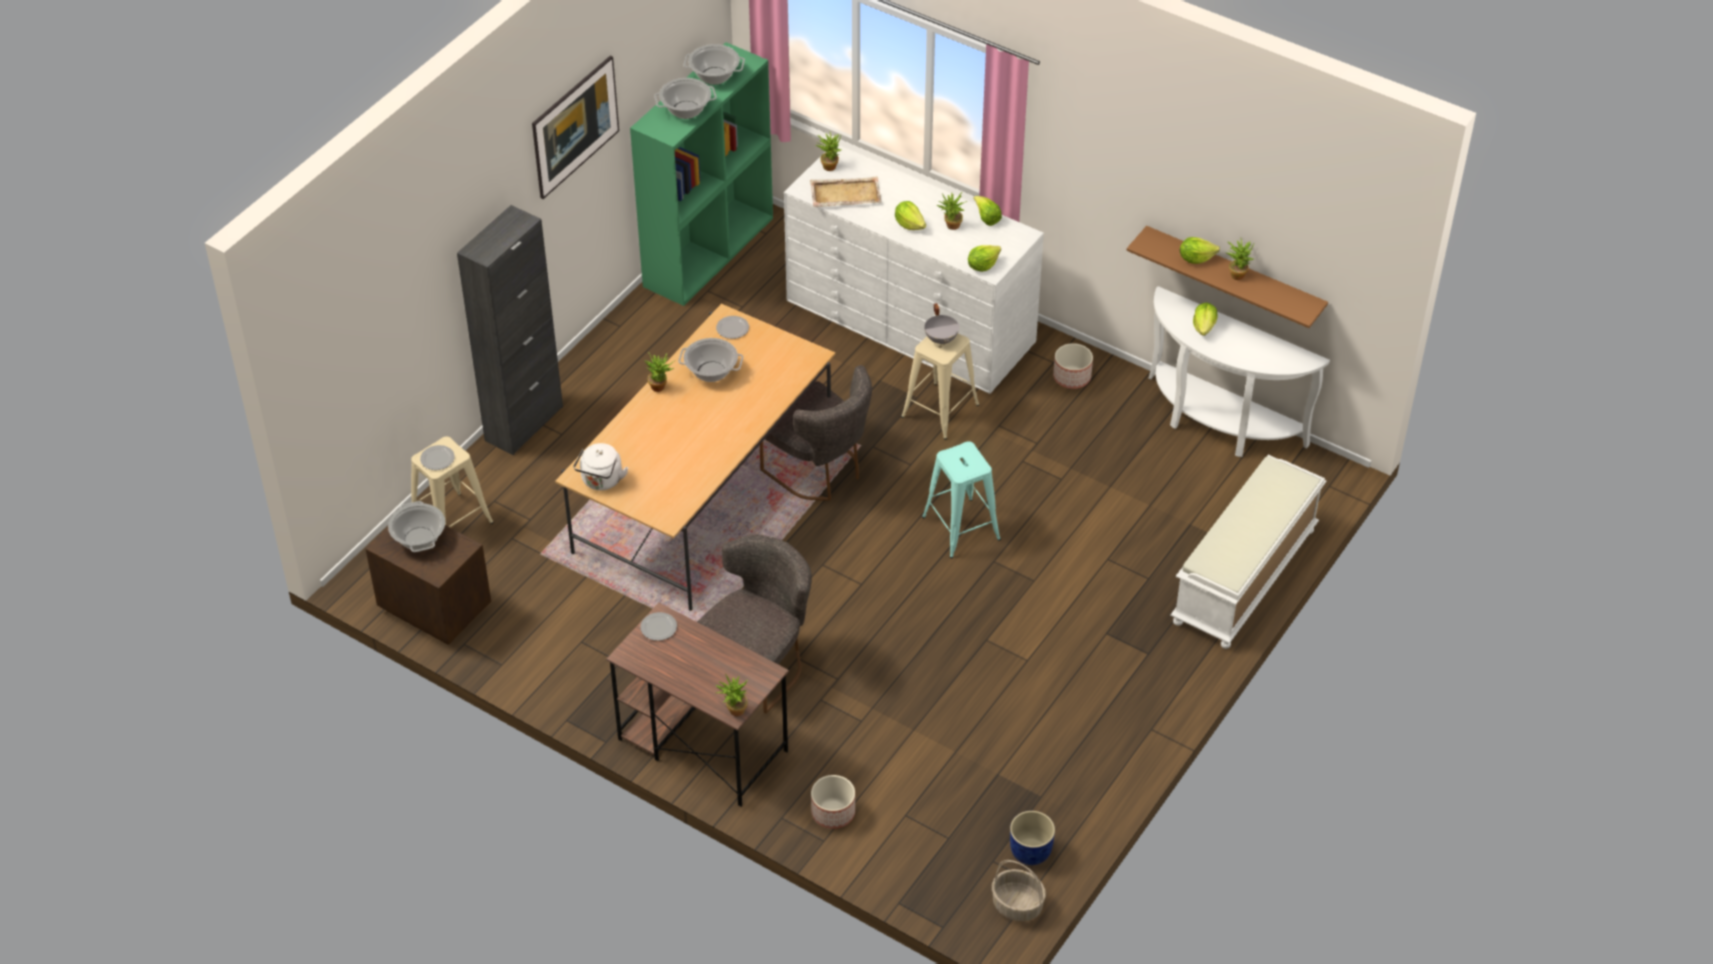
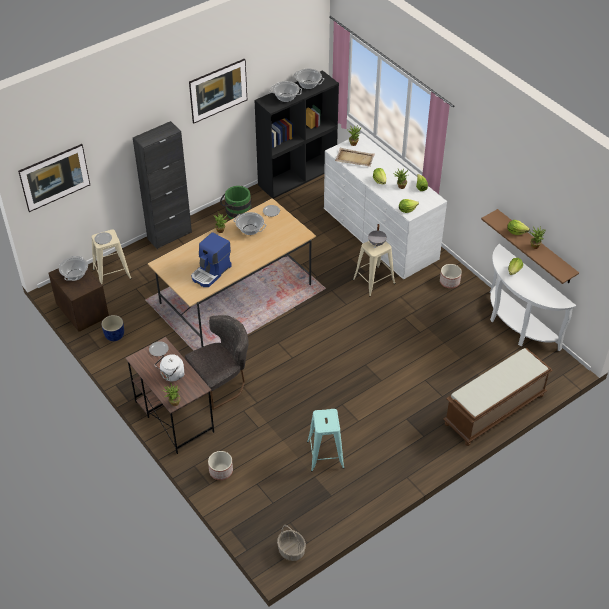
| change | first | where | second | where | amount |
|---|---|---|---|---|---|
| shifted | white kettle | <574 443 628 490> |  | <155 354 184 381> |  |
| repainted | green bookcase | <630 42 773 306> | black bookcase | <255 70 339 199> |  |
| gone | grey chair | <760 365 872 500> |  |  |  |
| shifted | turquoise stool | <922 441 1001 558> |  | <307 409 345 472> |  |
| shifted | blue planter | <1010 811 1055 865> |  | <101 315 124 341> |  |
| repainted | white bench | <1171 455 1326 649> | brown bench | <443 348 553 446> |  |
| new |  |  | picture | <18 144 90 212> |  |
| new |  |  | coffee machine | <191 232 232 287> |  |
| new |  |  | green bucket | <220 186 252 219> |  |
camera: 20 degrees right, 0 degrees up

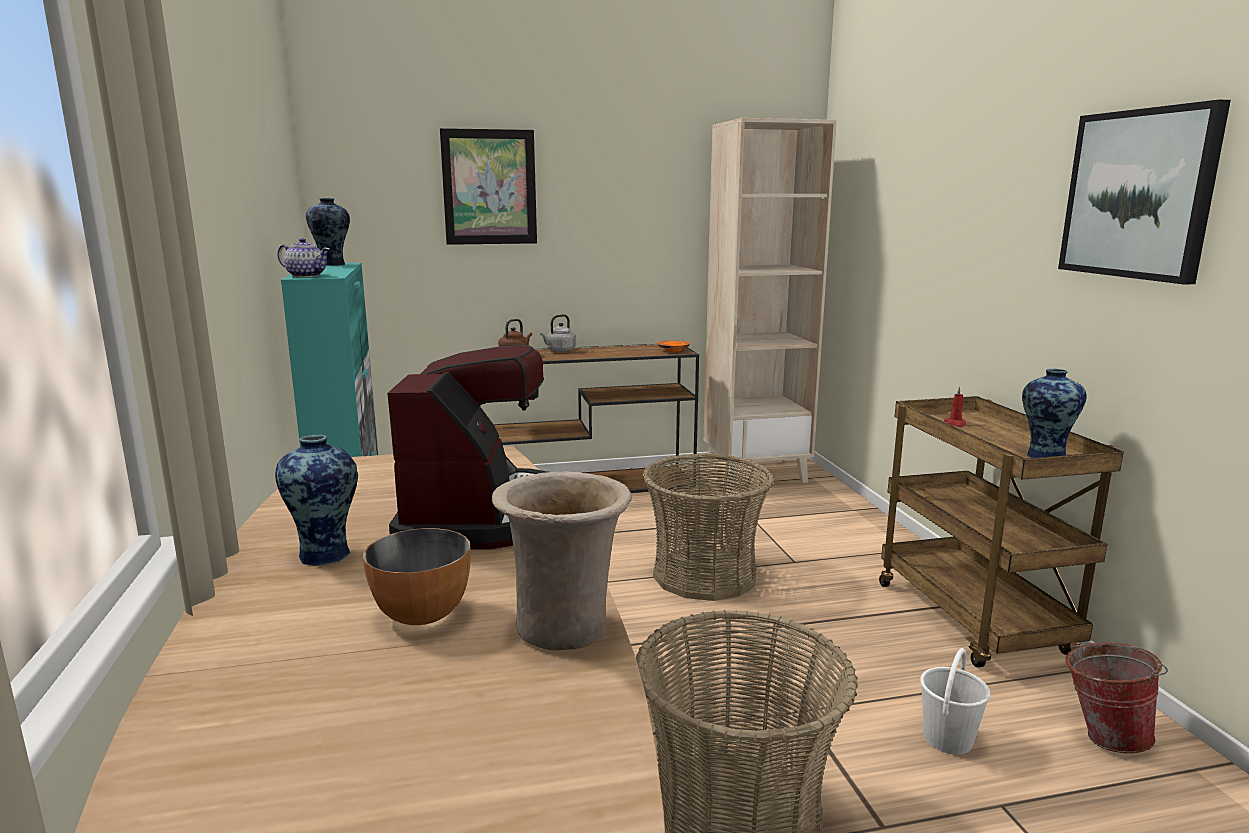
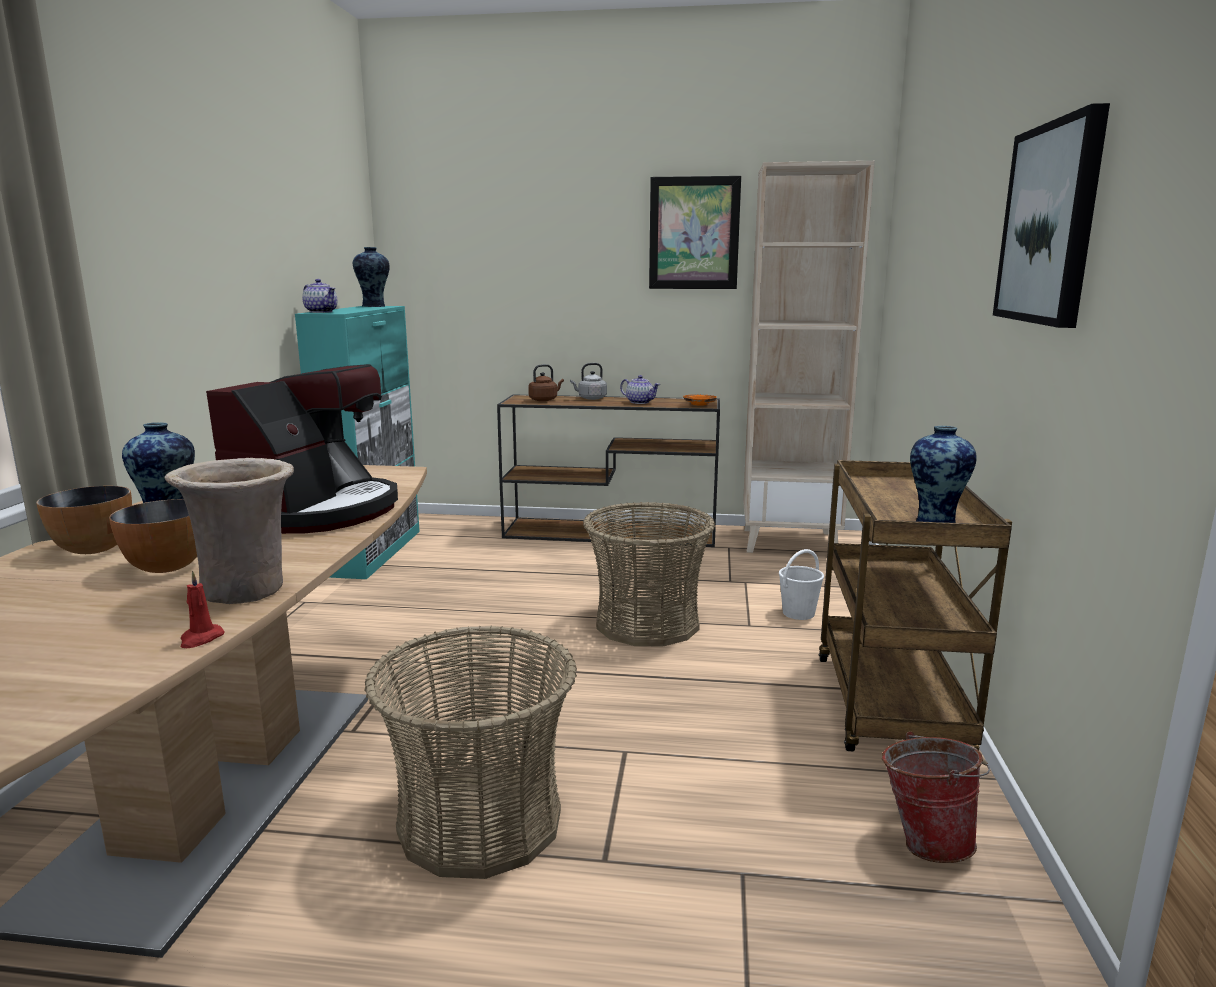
| change | first | where | second | where | amount |
|---|---|---|---|---|---|
| shifted | picture | <440 128 537 245> |  | <649 176 741 289> |  |
| shifted | white bucket | <920 648 990 755> |  | <779 549 824 620> |  |
| shifted | red candle | <944 386 966 427> |  | <180 571 224 648> |  |
| new |  |  | bowl | <36 486 132 554> |  |
| new |  |  | teapot | <620 375 660 404> |  |
camera: 20 degrees right, 0 degrees up

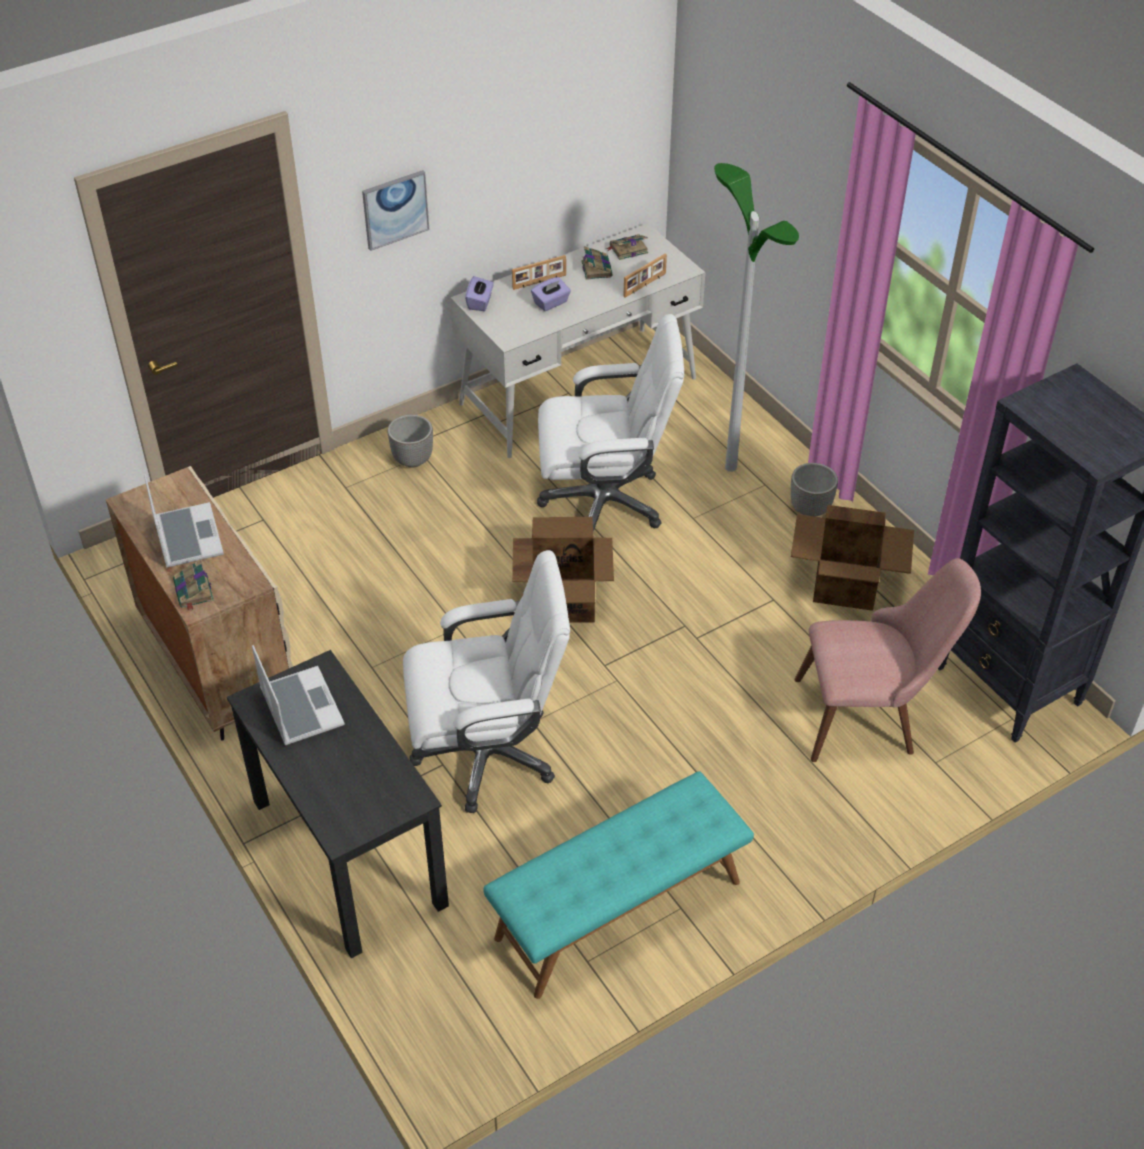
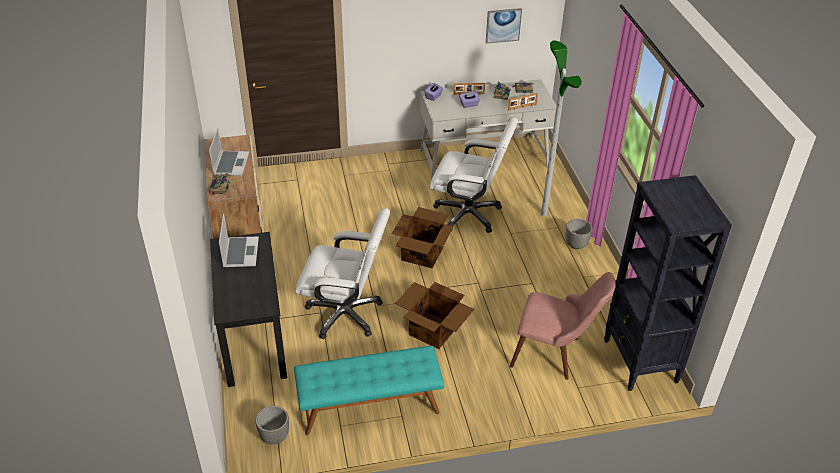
| change | first | where | second | where | amount |
|---|---|---|---|---|---|
| shifted | picture | <362 170 429 251> |  | <486 8 522 44> |  |
| shifted | planter | <388 415 433 467> |  | <256 406 289 444> |  |
| shifted | cardboard box | <791 505 914 611> |  | <395 282 474 349> |  |
camera: 20 degrees right, 5 degrees down

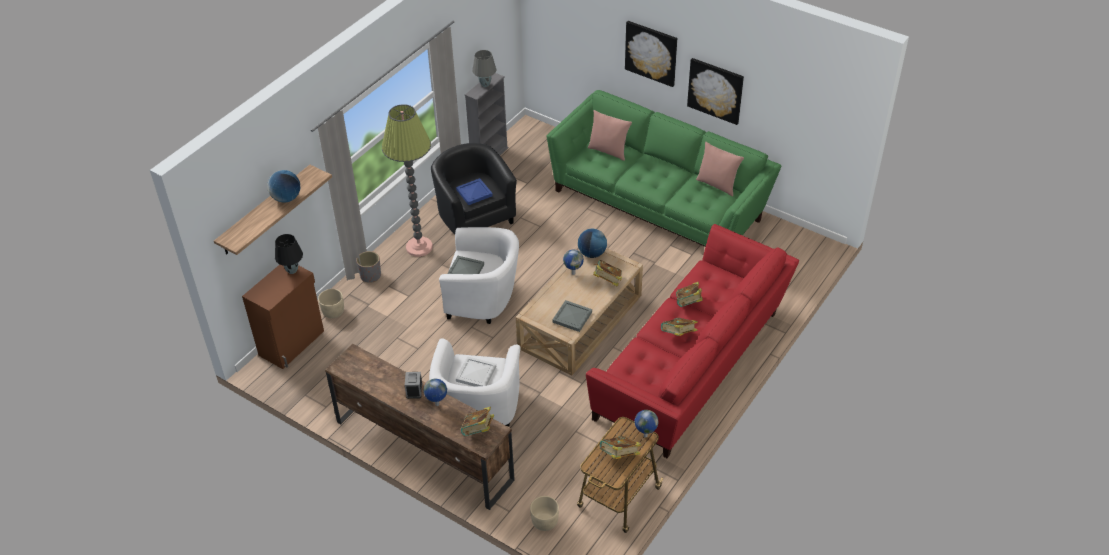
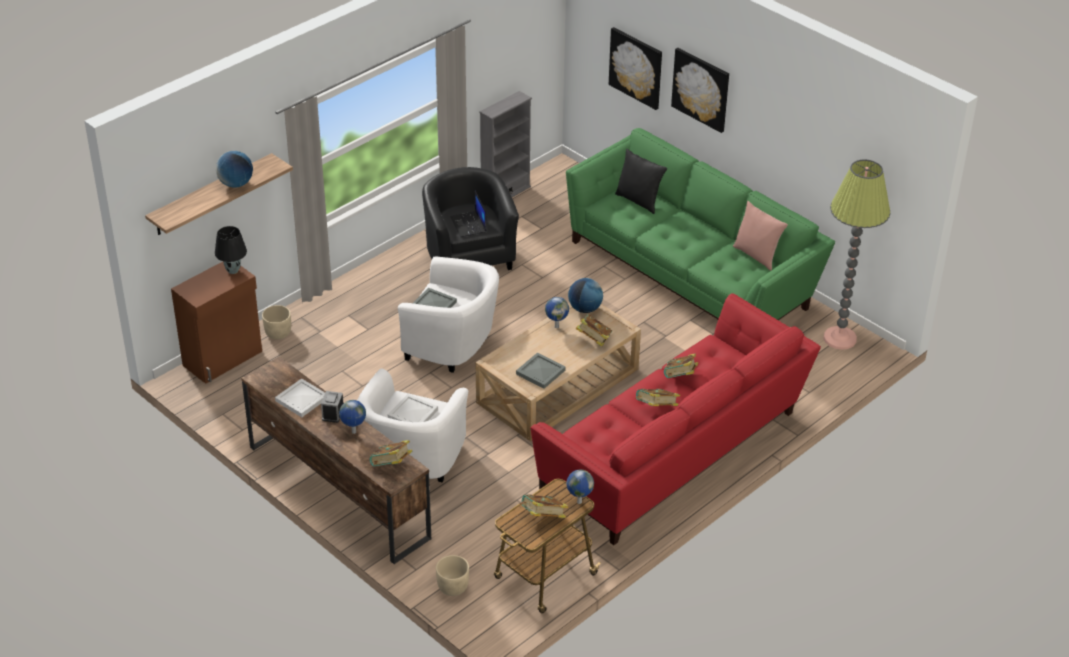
| change | first | where | second | where | amount |
|---|---|---|---|---|---|
| gone | grey planter | <356 251 381 283> |  |  |  |
| shifted | floor lamp | <382 104 433 257> |  | <823 160 890 350> |  |
| swapped | blue tray | <456 178 493 205> | laptop | <450 191 487 237> |  |
| gone | grey table lamp | <472 50 496 87> |  |  |  |
| repainted | pink pillow | <588 110 632 161> | black pillow | <615 148 667 214> |  |
| shifted | picture | <687 58 744 125> |  | <609 27 662 110> |  |
| new |  |  | white tray | <275 378 325 417> |  |
camera: 10 degrees right, 5 degrees down

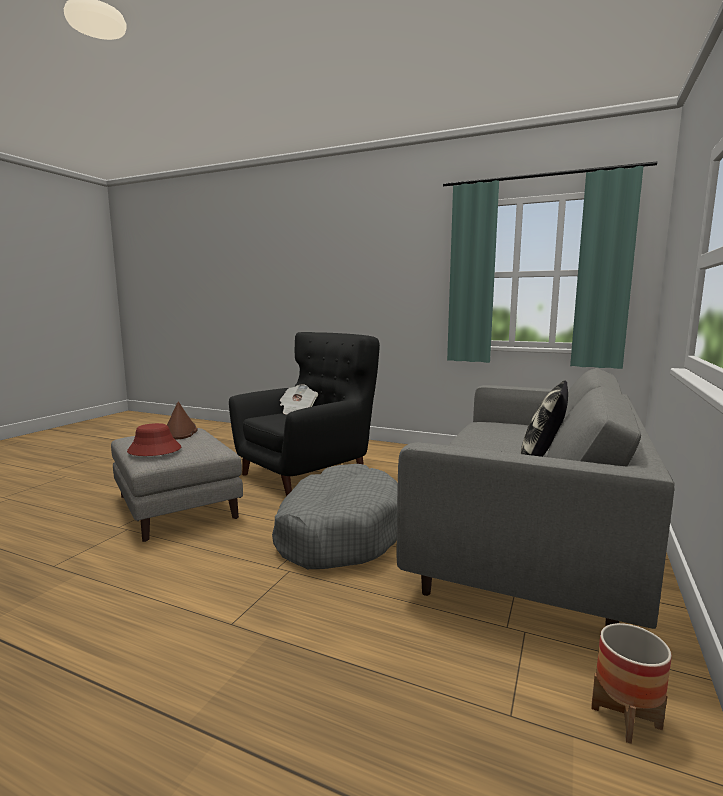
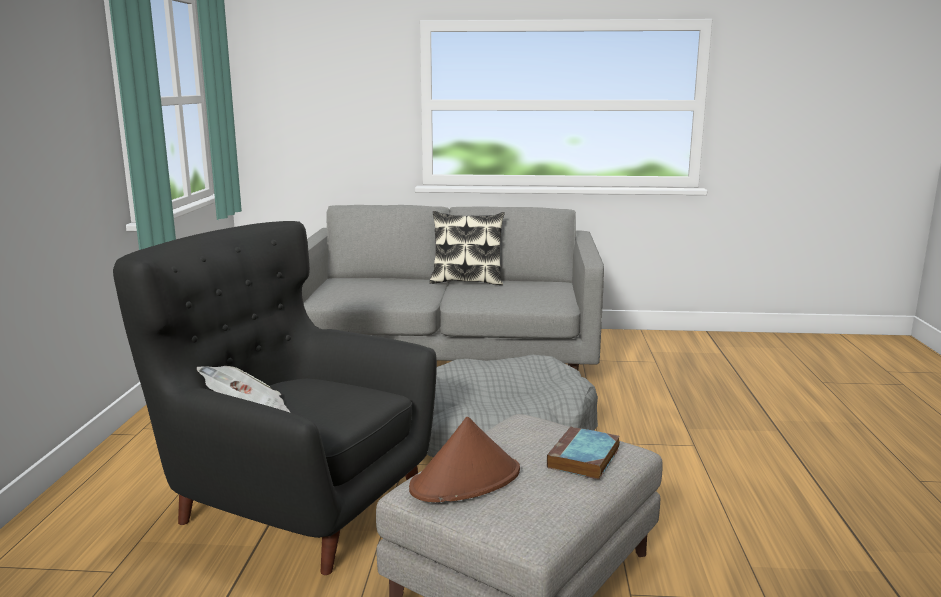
| change | first | where | second | where | amount |
|---|---|---|---|---|---|
| swapped | red hat | <127 423 181 456> | book | <547 426 620 480> |  |
| gone | planter | <591 623 672 744> |  |  |  |
camera: 110 degrees left, 5 degrees up

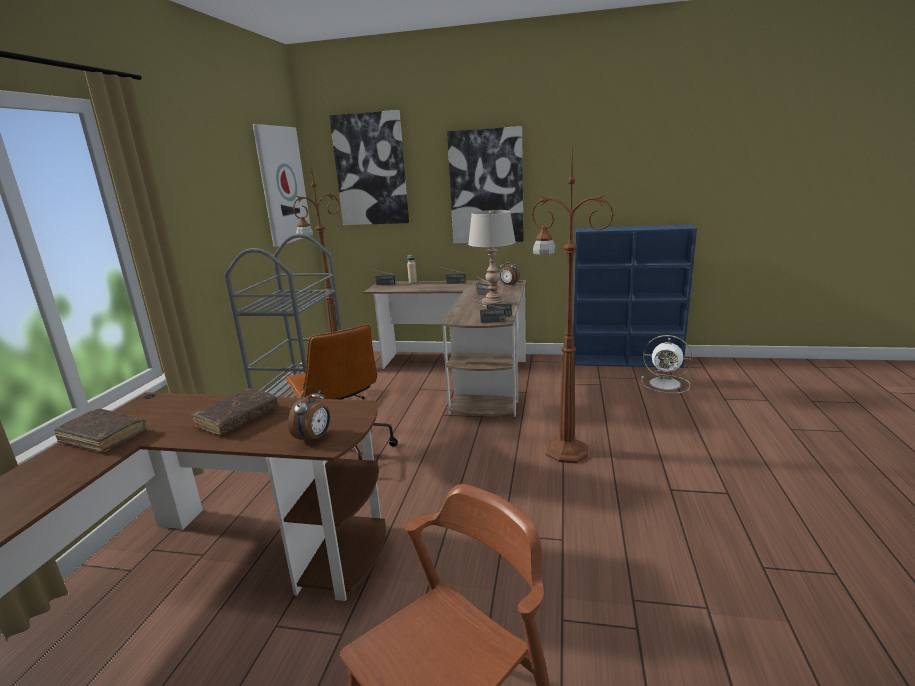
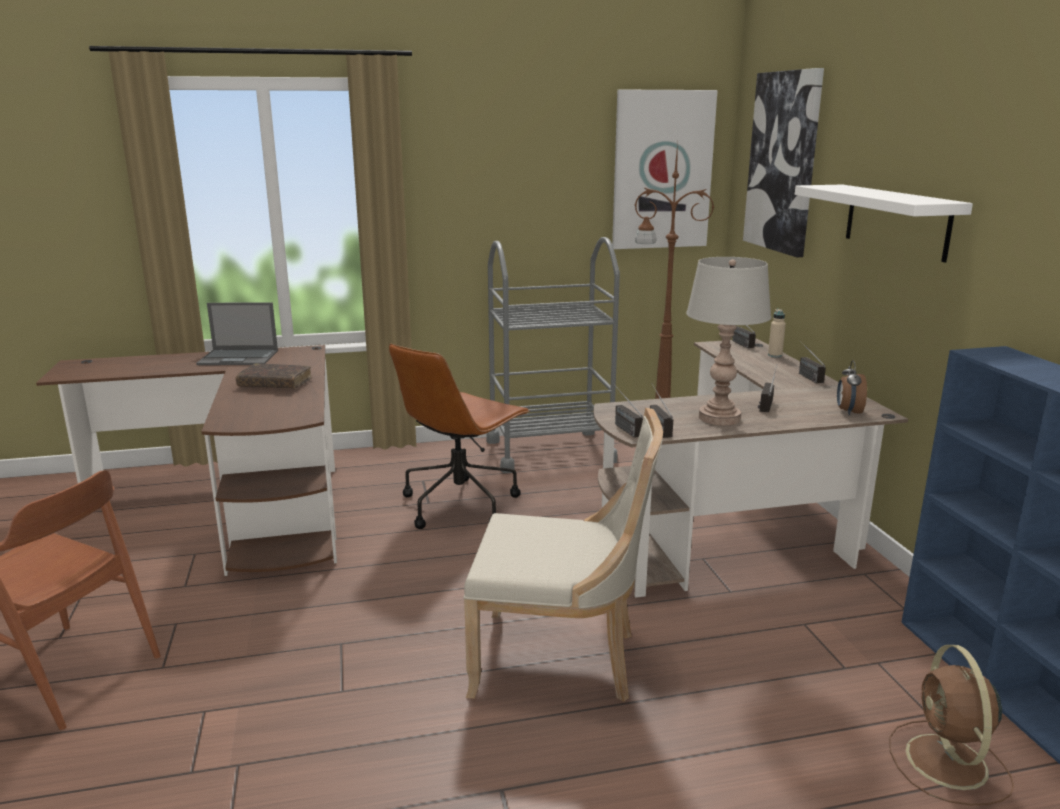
| change | first | where | second | where | amount |
|---|---|---|---|---|---|
| swapped | brown book | <54 408 146 453> | laptop | <196 302 278 365> |  |
| gone | alarm clock | <288 385 330 444> |  |  |  |
| swapped | picture | <447 126 524 243> | white shelf | <795 184 973 262> |  |
| swapped | brown floor lamp | <531 148 614 464> | beige chair | <464 408 663 702> |  |
| repainted | white fan | <641 335 692 393> | brown fan | <889 645 1014 806> |  |
camera: 65 degrees right, 0 degrees up

